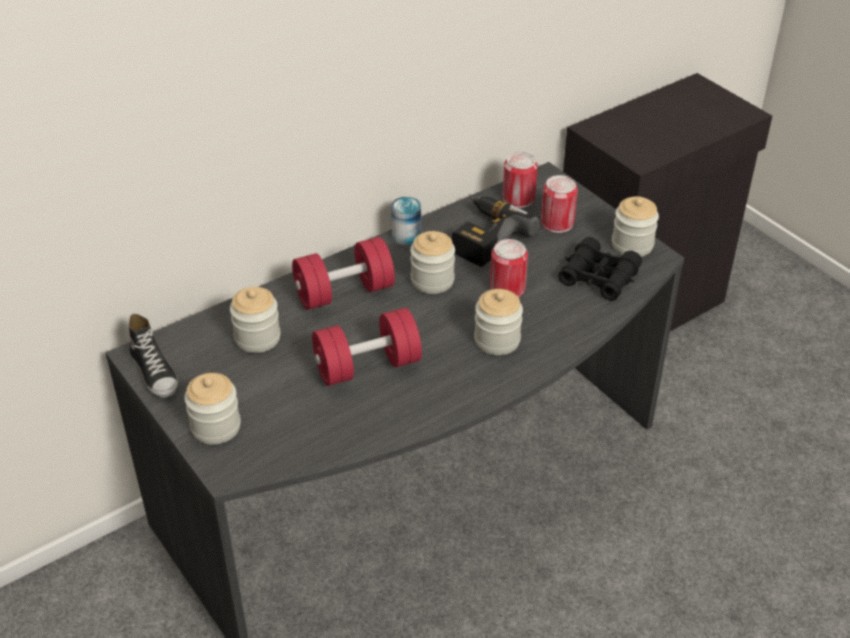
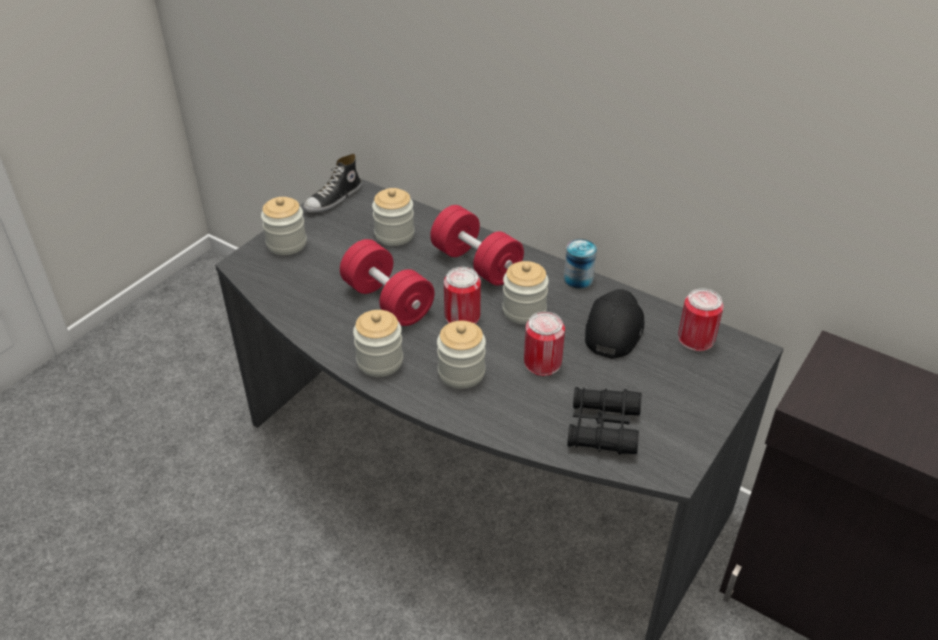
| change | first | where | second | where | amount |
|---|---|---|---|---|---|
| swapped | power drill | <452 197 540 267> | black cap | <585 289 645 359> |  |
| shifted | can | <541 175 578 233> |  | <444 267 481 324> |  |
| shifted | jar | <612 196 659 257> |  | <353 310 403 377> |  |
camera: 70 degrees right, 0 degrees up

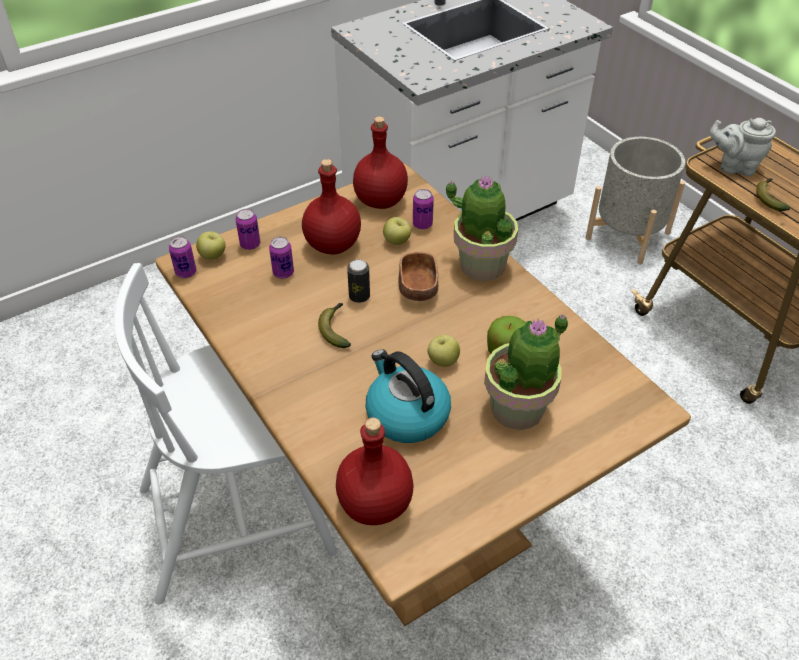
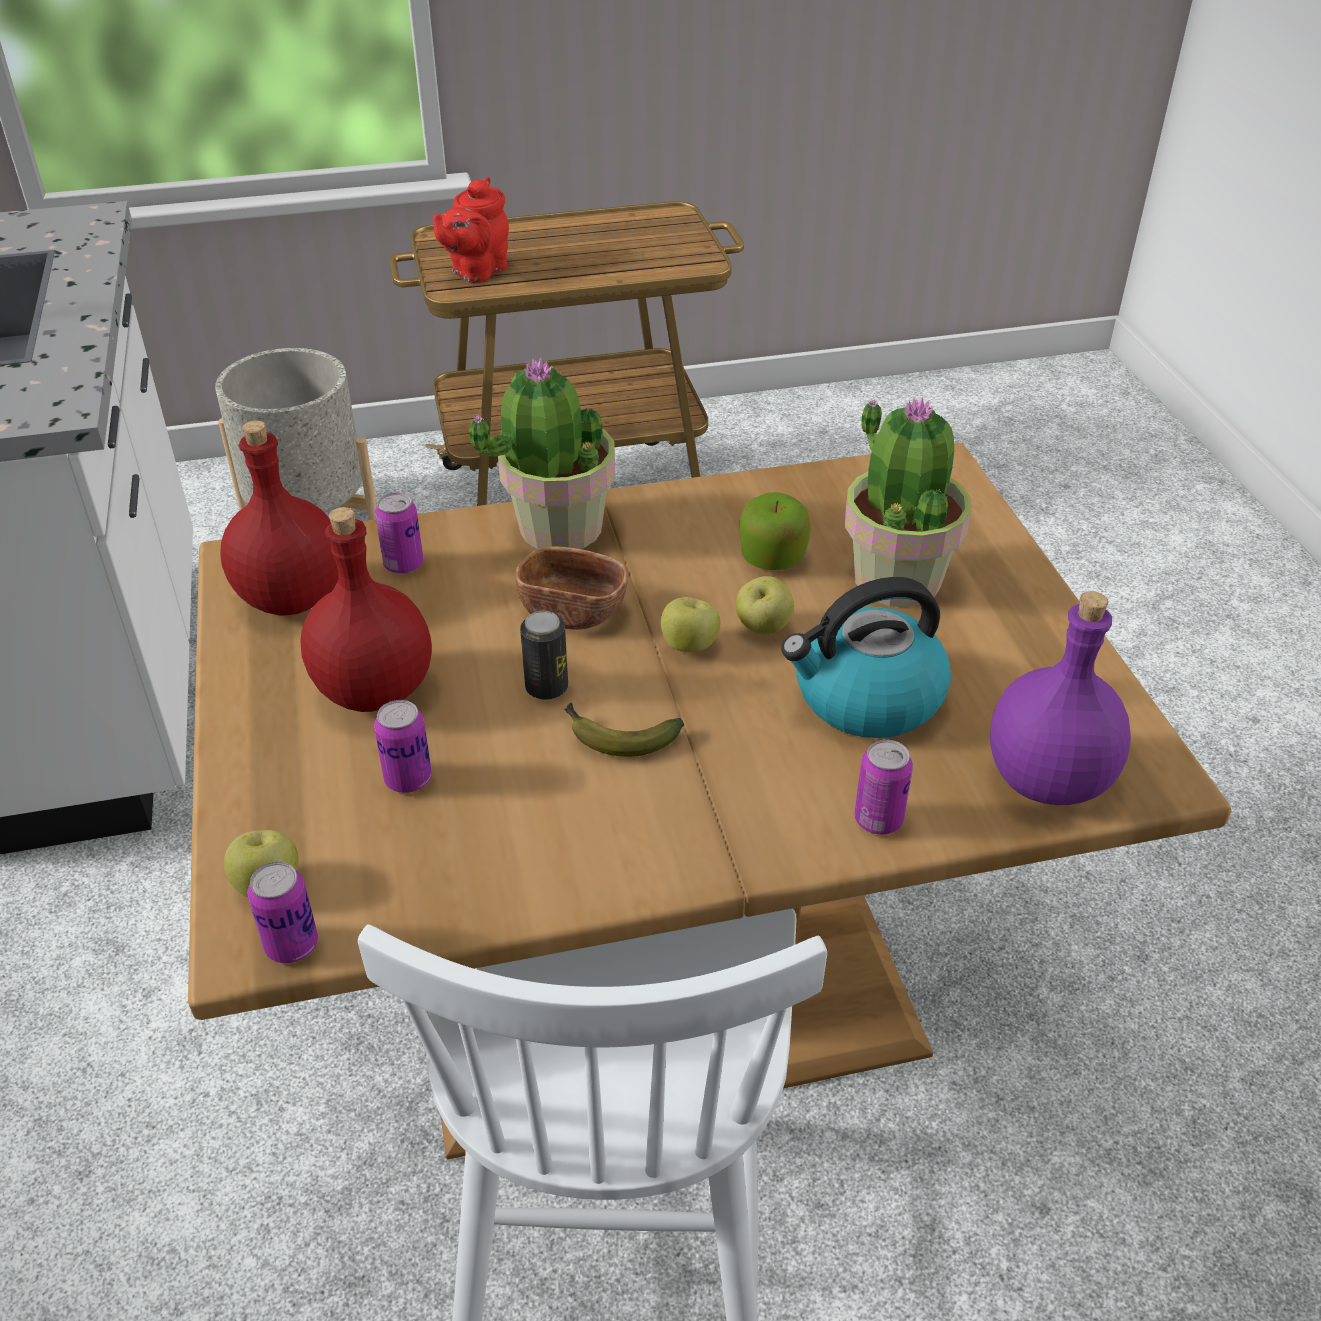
| change | first | where | second | where | amount |
|---|---|---|---|---|---|
| shifted | can | <236 209 260 250> |  | <854 739 913 835> |  |
| repainted | red bottle | <336 418 413 525> | purple bottle | <990 591 1131 805> |  |
| shifted | apple | <383 217 411 245> |  | <661 597 720 652> |  |
| repainted | grey teapot | <710 118 776 176> | red teapot | <432 177 509 283> |  |
| gone | banana | <756 178 790 211> |  |  |  |
camera: 70 degrees left, 5 degrees down

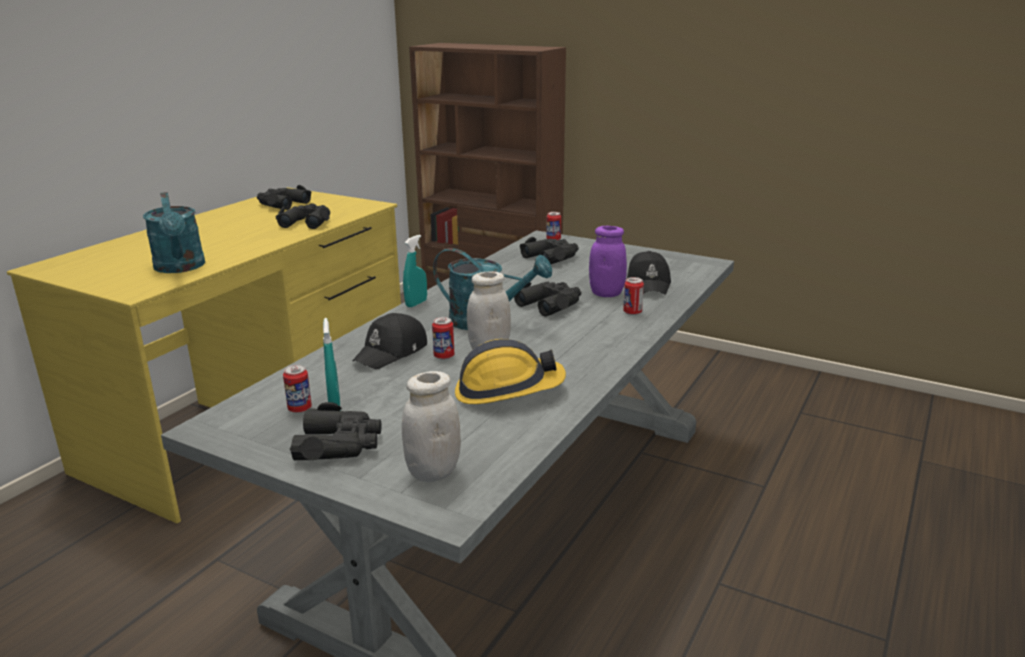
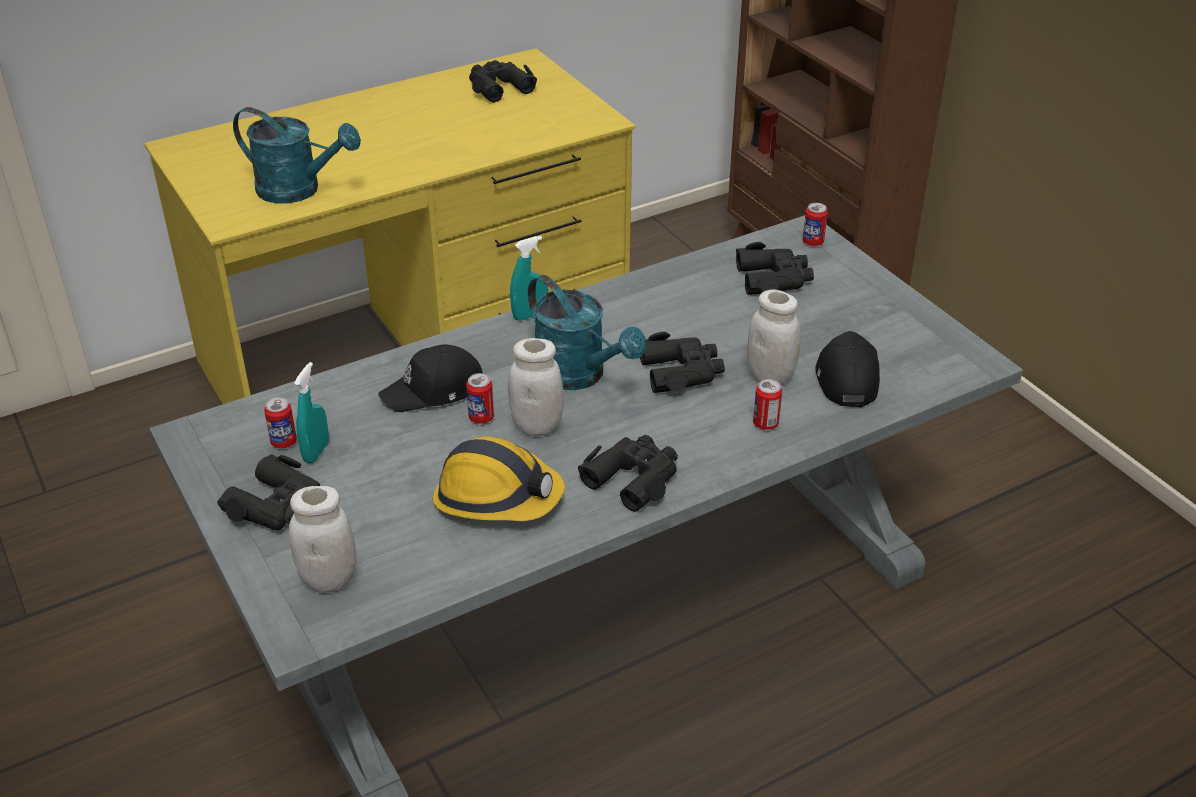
| change | first | where | second | where | amount |
|---|---|---|---|---|---|
| rotated | turquoise watering can | <143 192 205 273> |  | <233 107 361 203> | 75 degrees counterclockwise |
| shifted | black binoculars | <276 203 330 229> |  | <578 435 678 512> |  |
| repainted | purple jar | <589 226 627 297> | white jar | <747 289 801 385> |  |
| rotated | black cap | <627 251 671 295> |  | <815 331 880 407> | 150 degrees clockwise |
camera: 30 degrees right, 15 degrees up

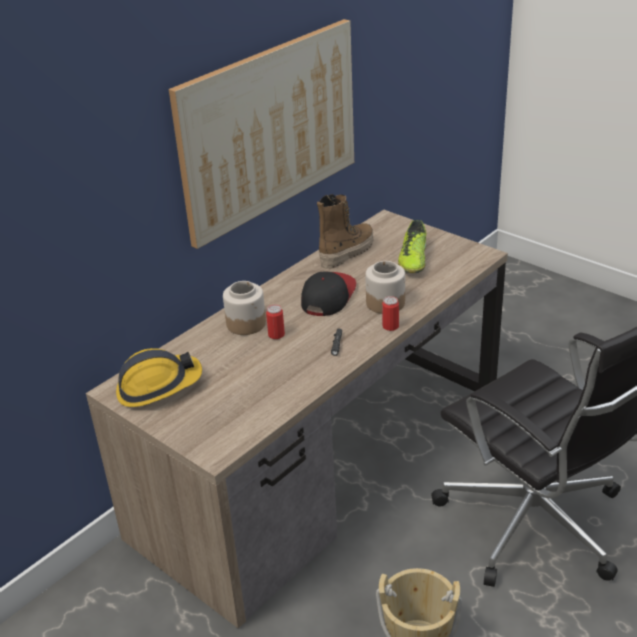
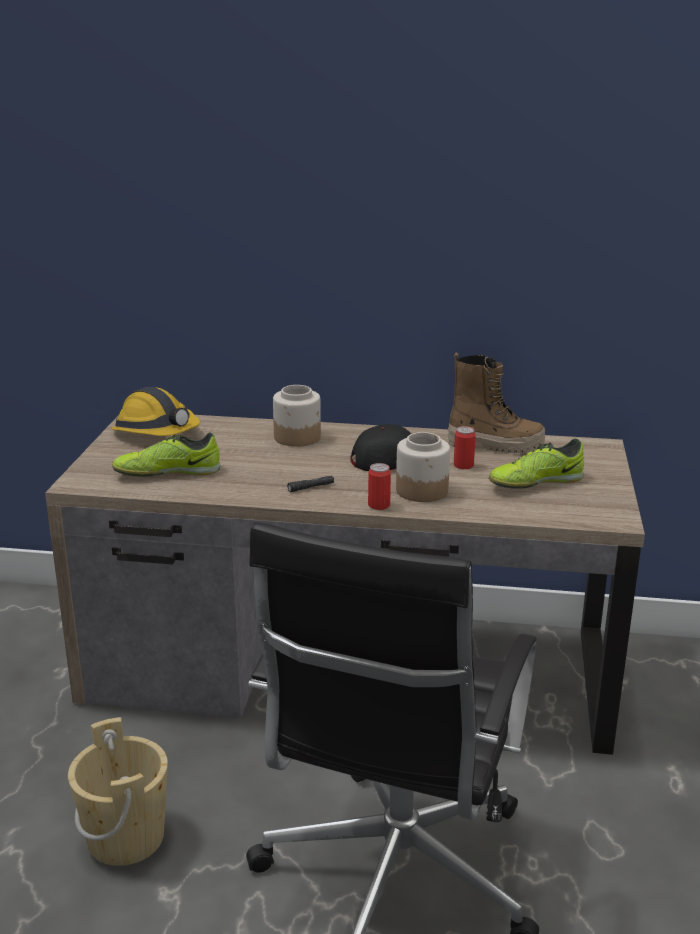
| change | first | where | second | where | amount |
|---|---|---|---|---|---|
| gone | picture | <169 19 354 249> |  |  |  |
| shifted | can | <266 305 285 339> |  | <454 426 476 469> |  |
| new |  |  | shoe | <112 432 220 477> |  |
camera: 55 degrees right, 10 degrees down

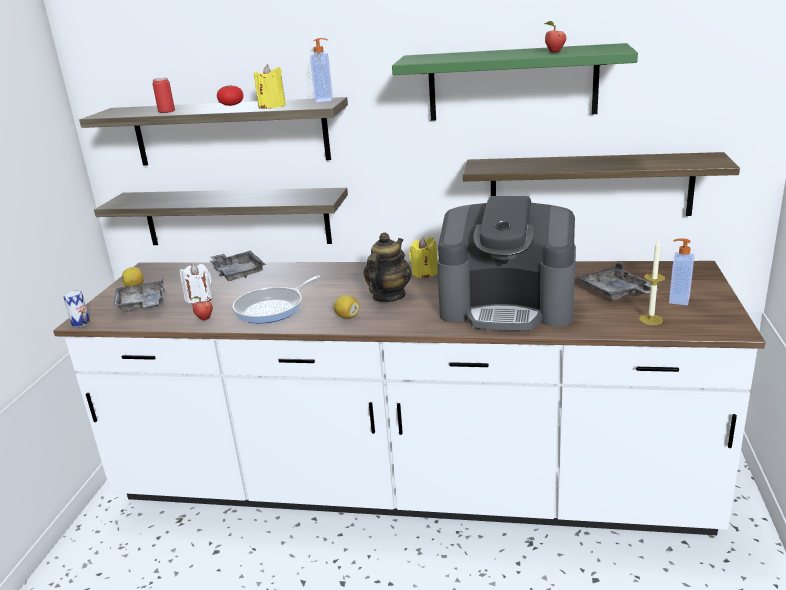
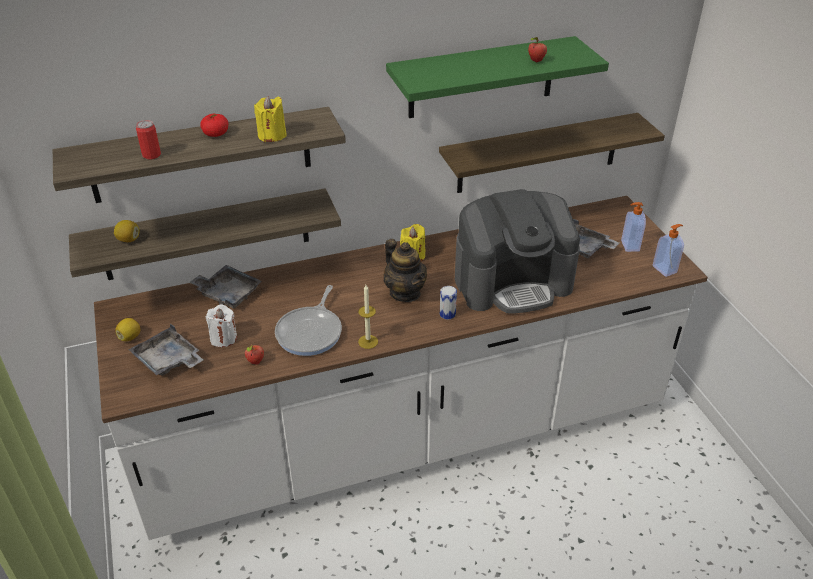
| change | first | where | second | where | amount |
|---|---|---|---|---|---|
| shifted | can | <63 290 90 327> |  | <440 286 457 319> |  |
| shifted | soap dispenser | <310 38 333 102> |  | <653 224 684 277> |  |
| shifted | lemon | <334 295 359 319> |  | <114 220 140 242> |  |
| rotated | teapot | <364 232 412 302> |  | <383 239 427 302> | 150 degrees clockwise |
| shifted | candle | <639 240 665 325> |  | <358 285 378 349> |  |
camera: 30 degrees left, 15 degrees up

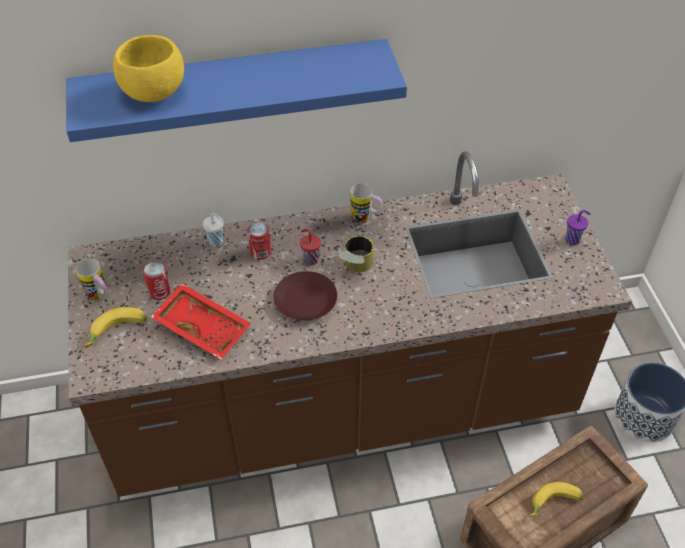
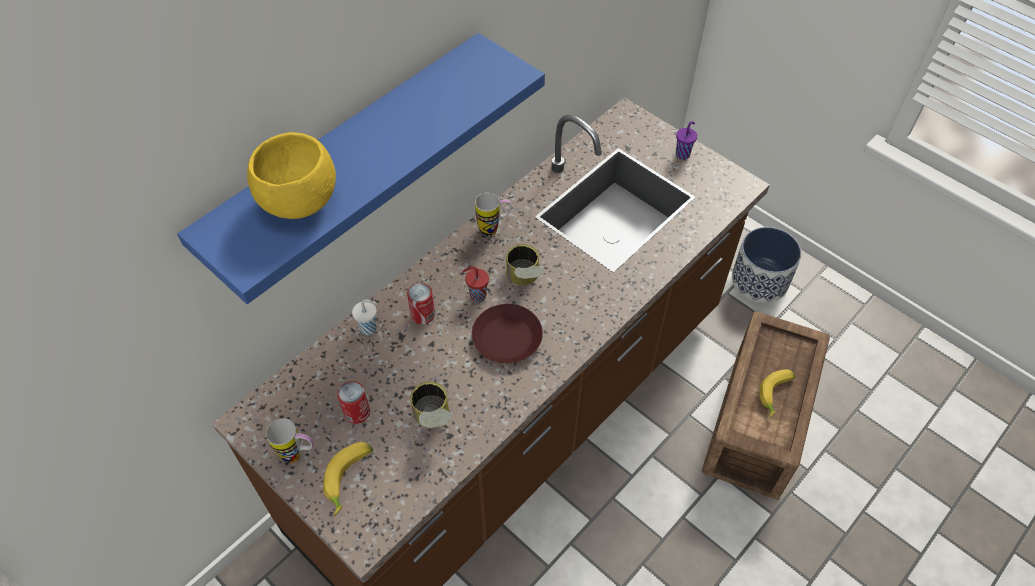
| change | first | where | second | where | amount |
|---|---|---|---|---|---|
| swapped | red tray | <151 283 251 360> | can | <410 382 452 428> |  |
camera: 35 degrees left, 5 degrees up

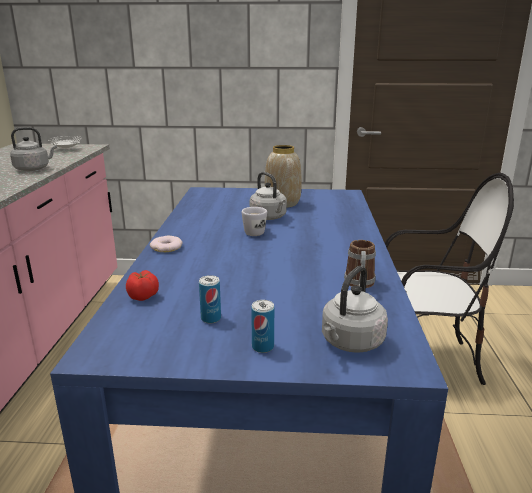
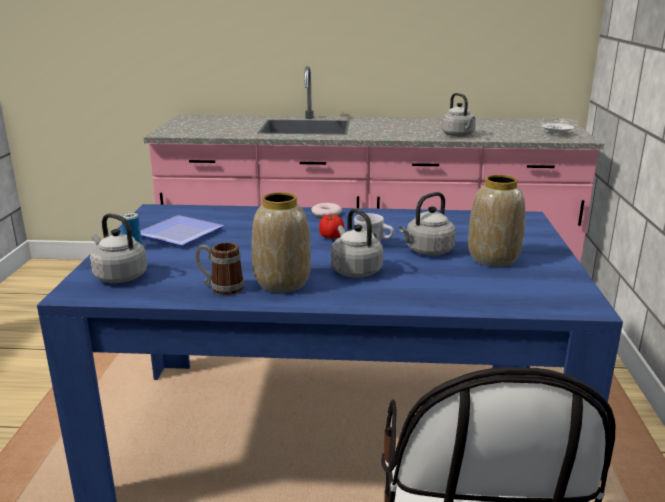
| change | first | where | second | where | amount |
|---|---|---|---|---|---|
| shifted | tomato | <126 270 159 301> |  | <319 215 344 239> |  |
| swapped | can | <199 275 221 323> | plate | <140 215 224 246> |  |
| new |  |  | vase | <252 192 311 293> |  |
| new |  |  | grey kettle | <331 208 383 278> |  |
camera: 90 degrees right, 0 degrees up

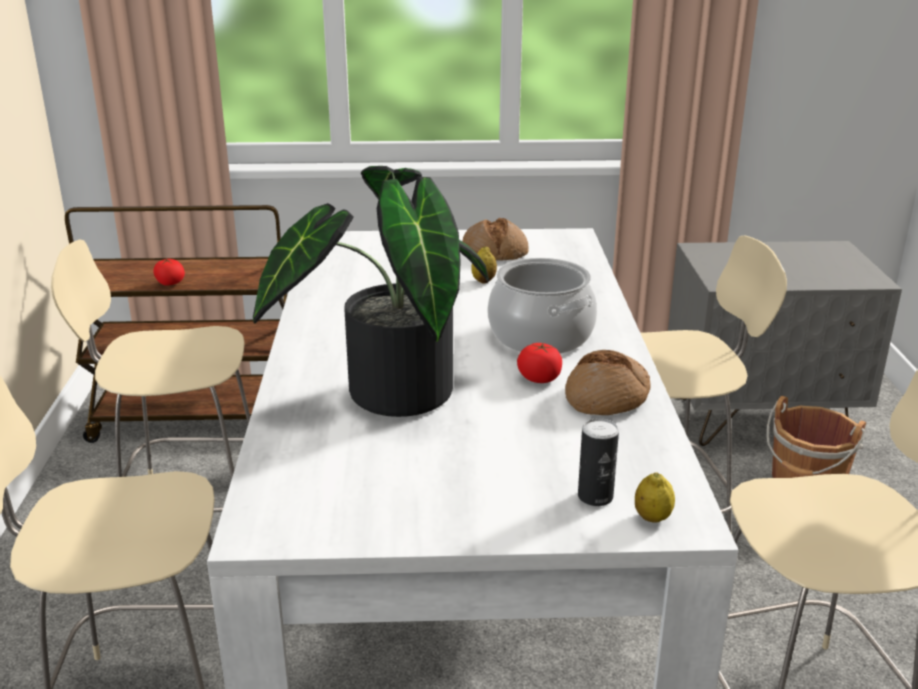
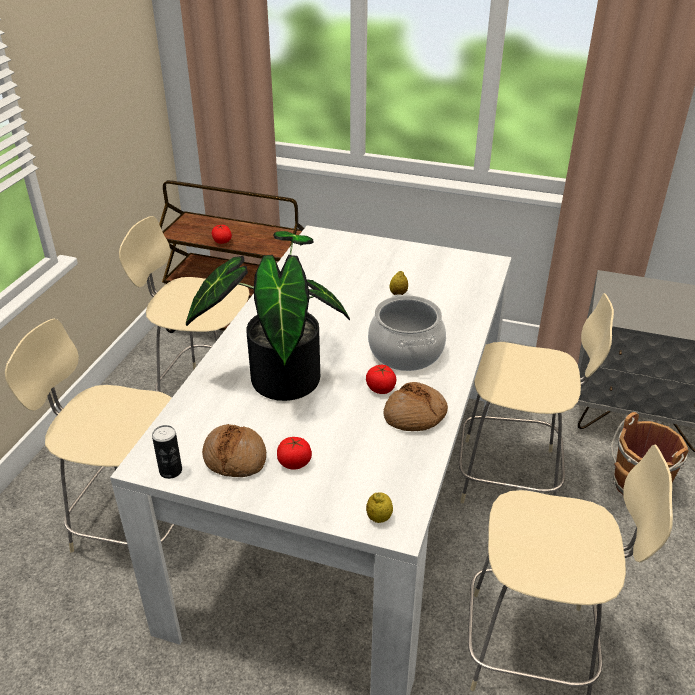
| change | first | where | second | where | amount |
|---|---|---|---|---|---|
| shifted | bread | <463 218 529 261> |  | <202 424 266 477> |  |
| shifted | can | <578 418 619 506> |  | <152 425 182 479> |  |
| new |  |  | tomato | <277 437 312 470> |  |
camera: 20 degrees right, 10 degrees up

